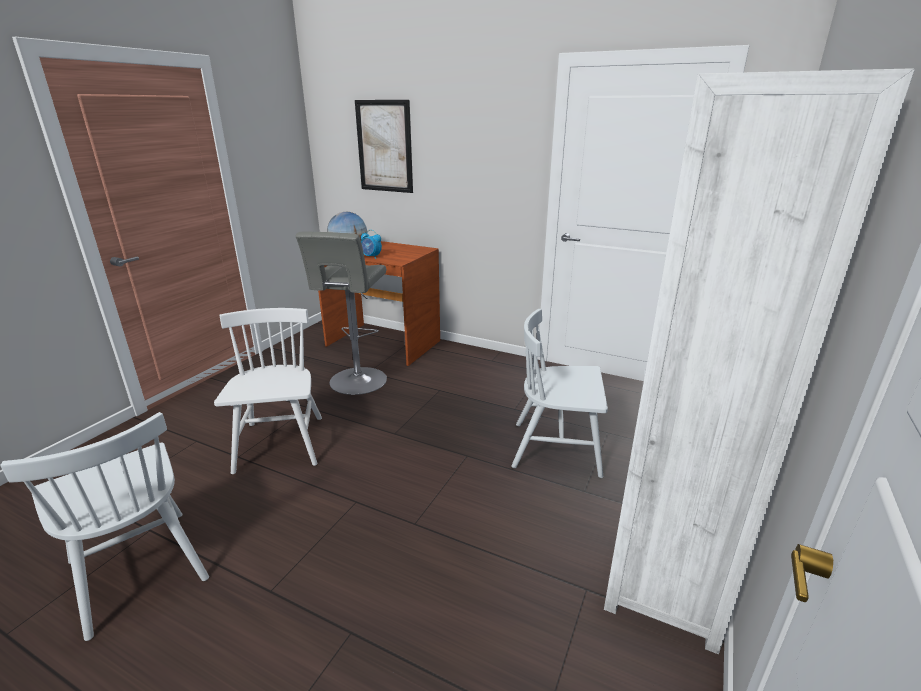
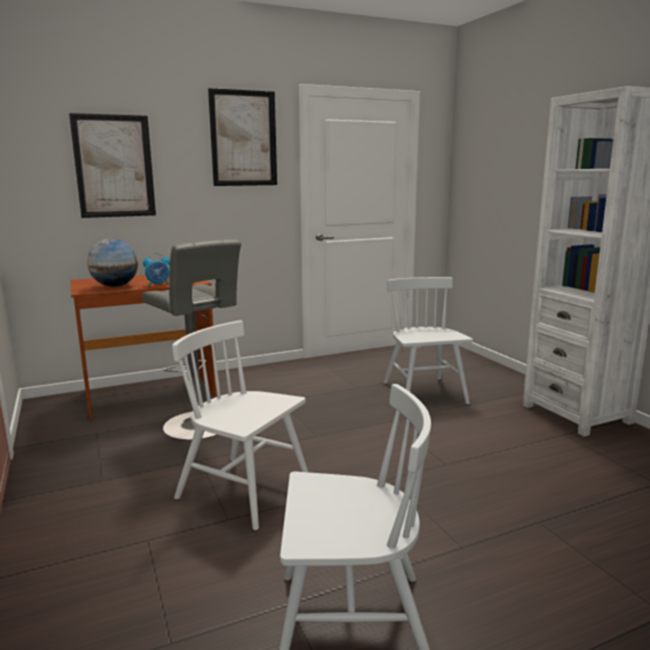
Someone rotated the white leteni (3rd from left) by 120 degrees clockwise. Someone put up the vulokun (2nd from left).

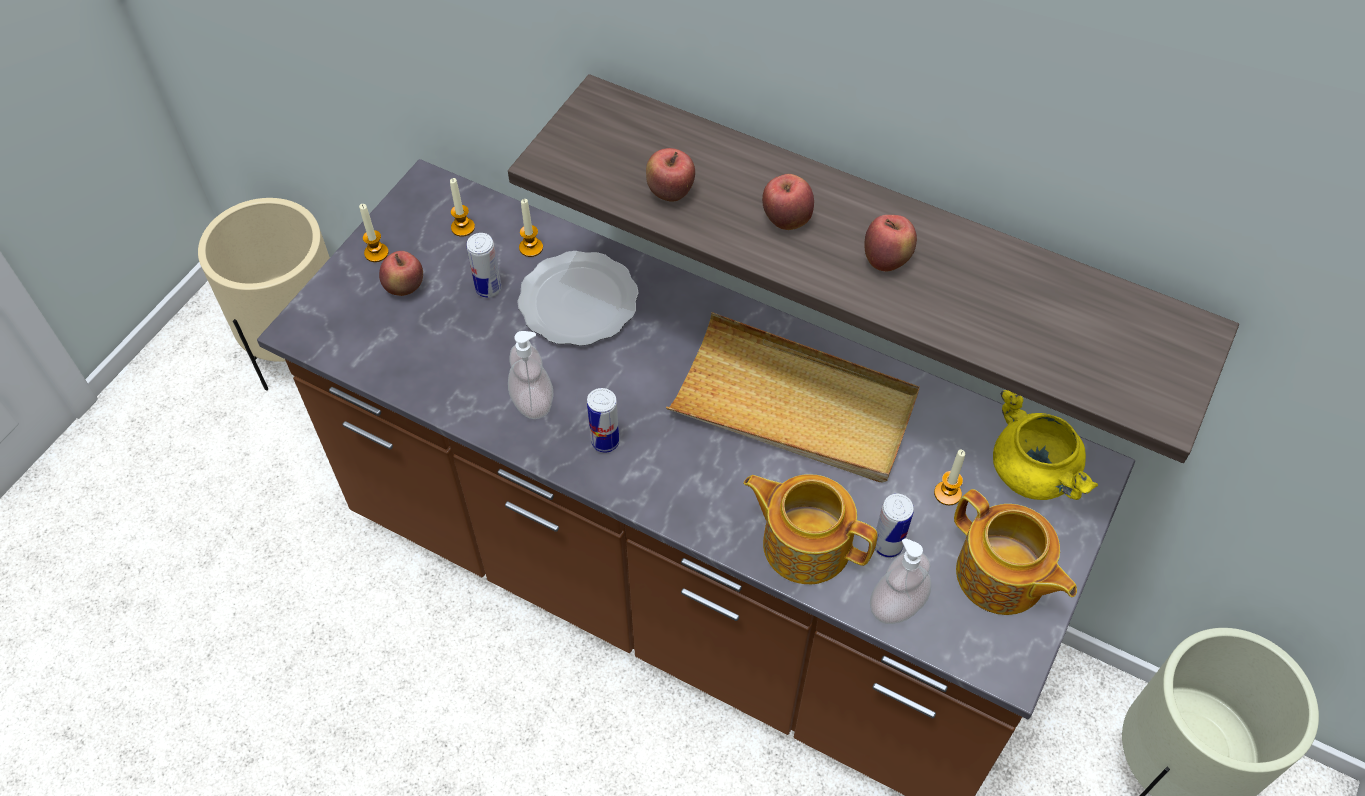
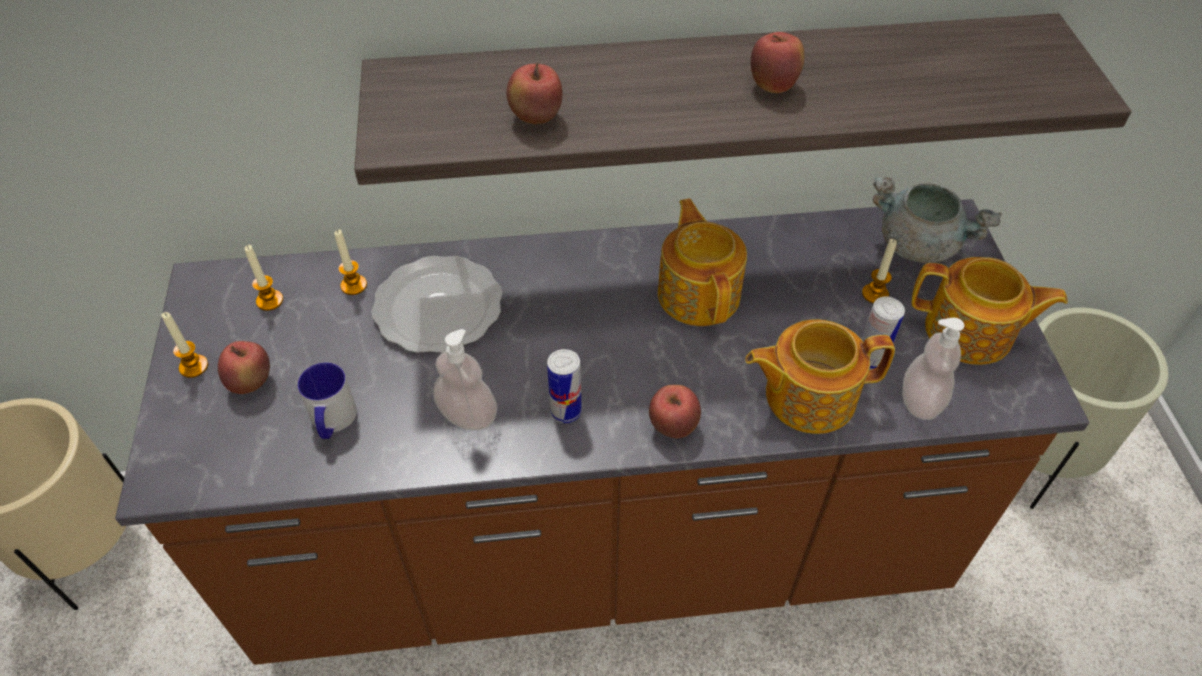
Someone carried the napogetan (3rd from left). Someone took away the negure (1st from left). Someone swapped the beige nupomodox for the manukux (1st from left). Someone repainted the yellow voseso, which became the grey voseso. Someone put down the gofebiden.

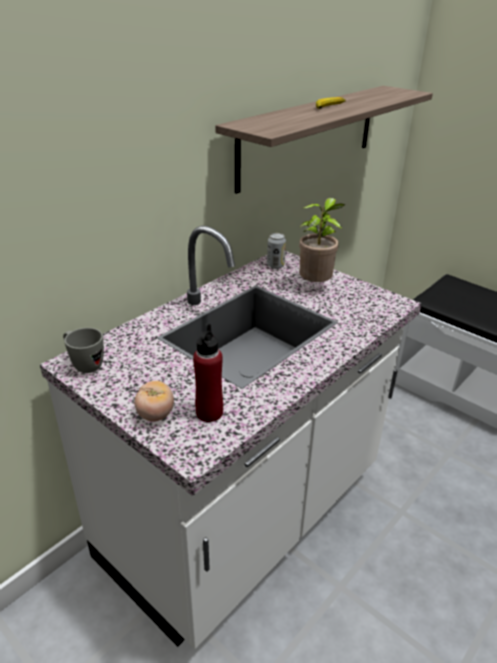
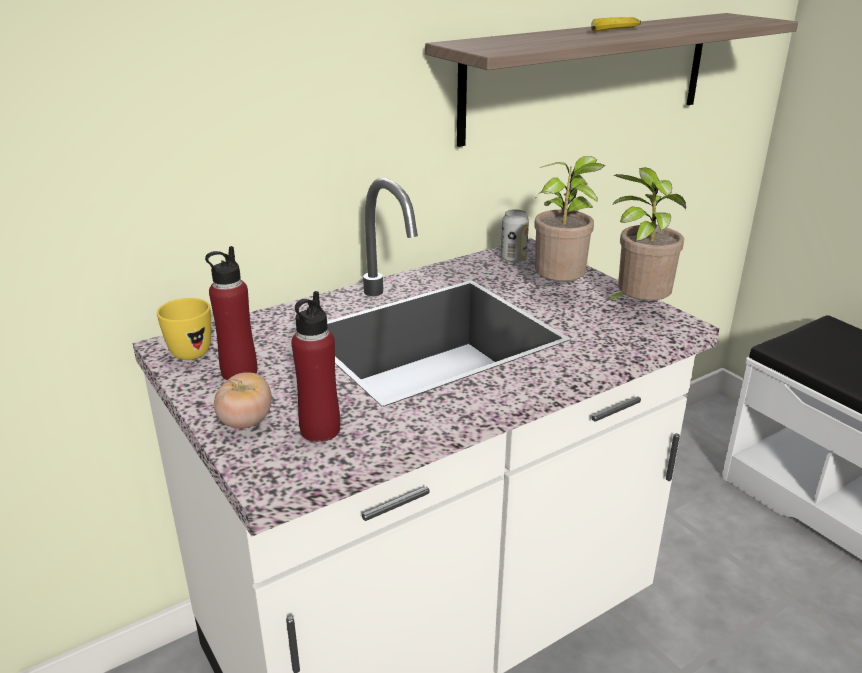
Someone repainted the grey gofebiden, which became the yellow gofebiden. Someone put down the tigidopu (2nd from left). Someone put down the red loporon (1st from left).

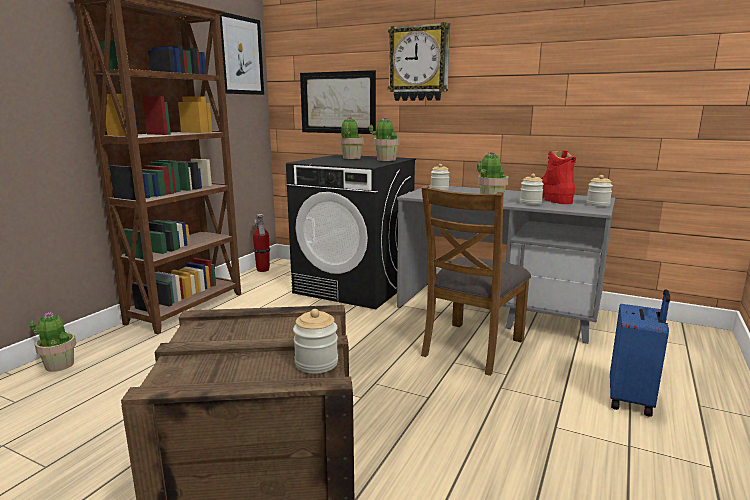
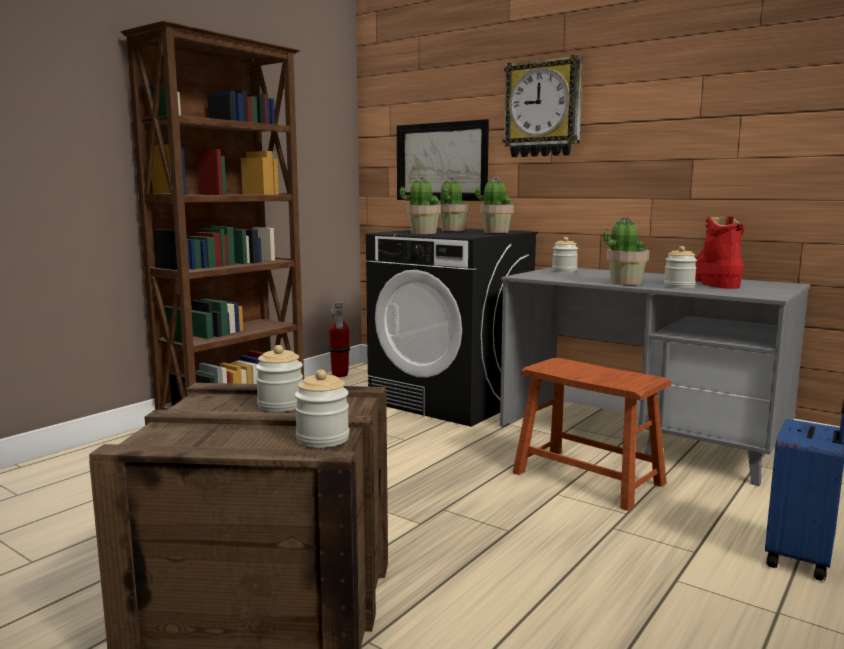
Someone took away the vulokun (1st from left). Someone carried the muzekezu (4th from left in the first image). Someone swapped the brown leteni for the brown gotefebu. Someone carried the tigidopu (1st from left).

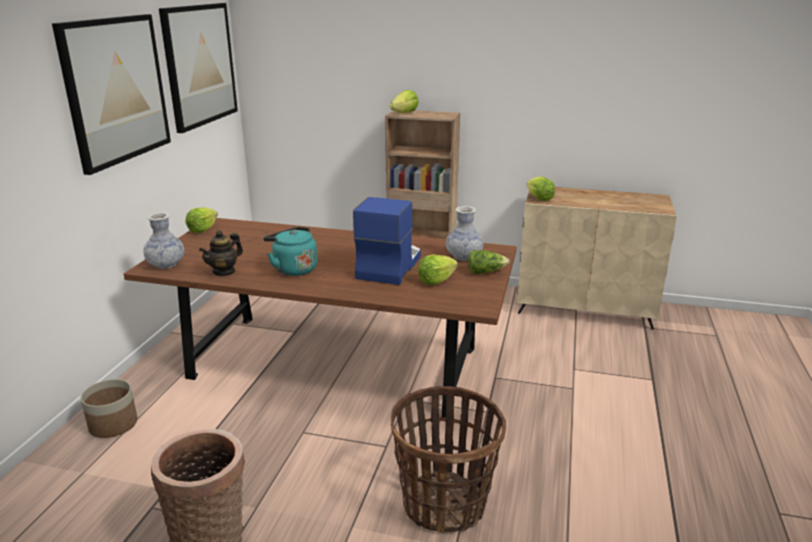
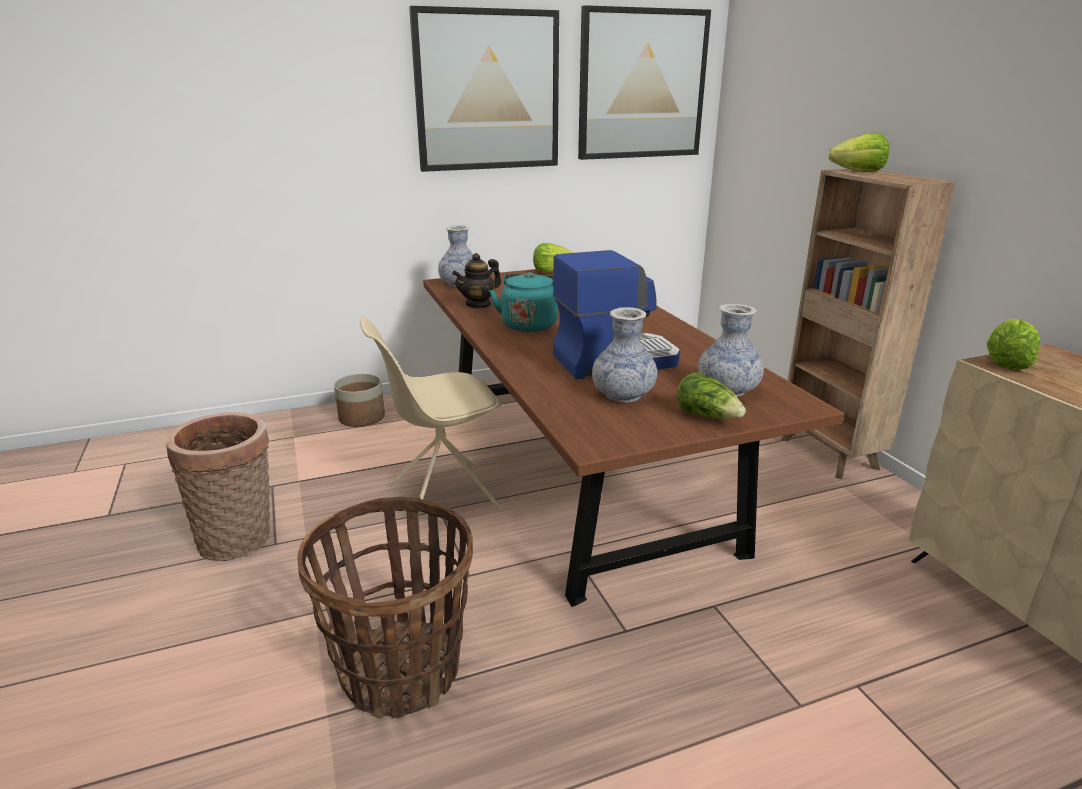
Someone rotated the manukux by 45 degrees counterclockwise. Someone swapped the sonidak (3rd from left) for the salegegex (2nd from left). Someone put down the beige leteni.

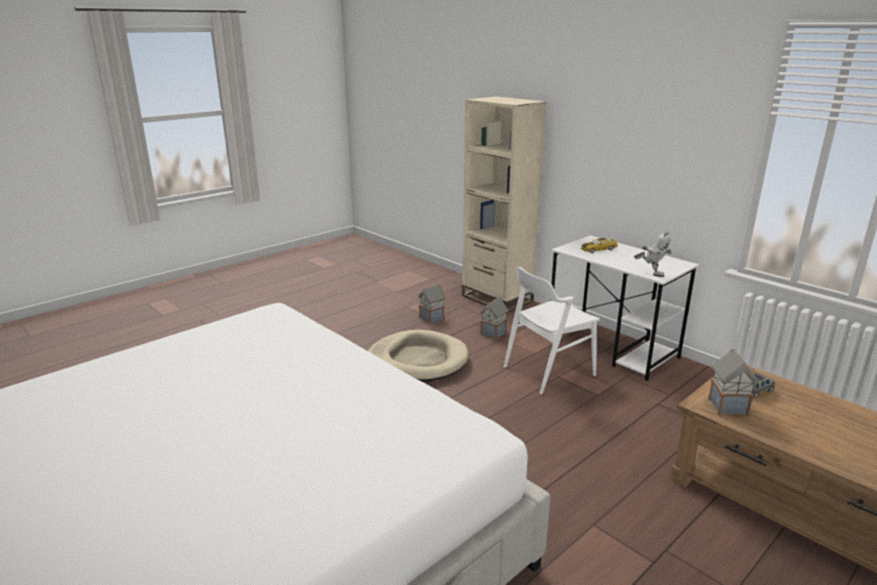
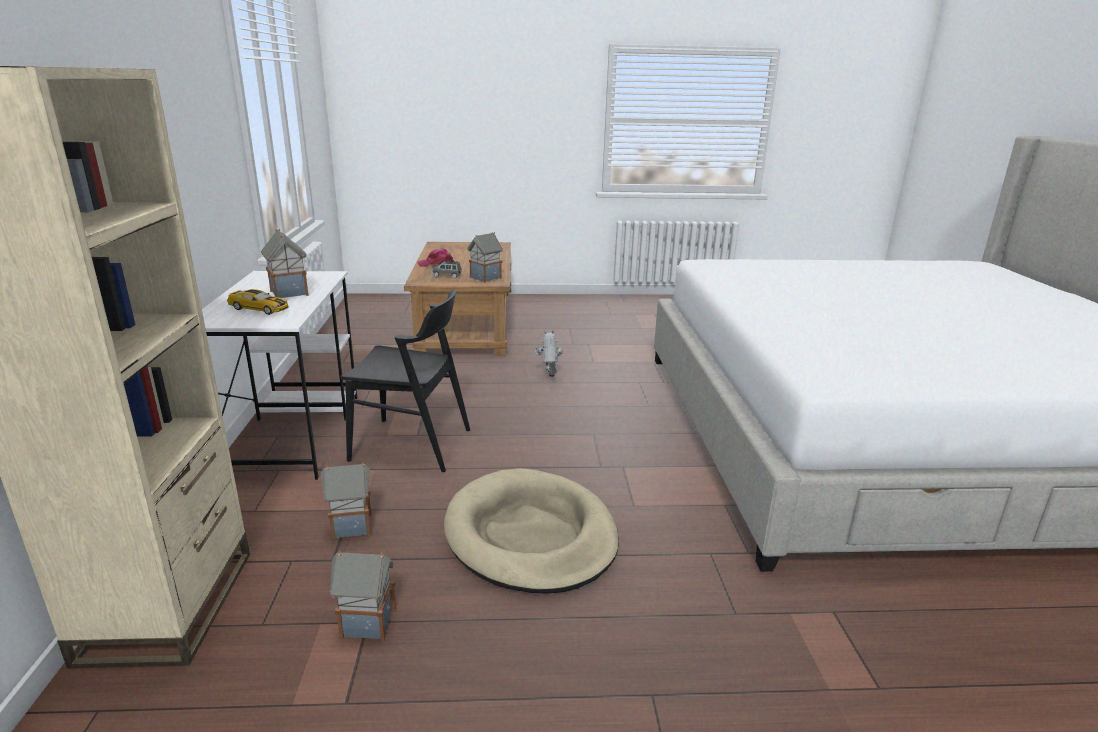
Someone carried the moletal. Someone repainted the white leteni, which became the black leteni. Someone put down the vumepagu (1st from left). Someone put down the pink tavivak.

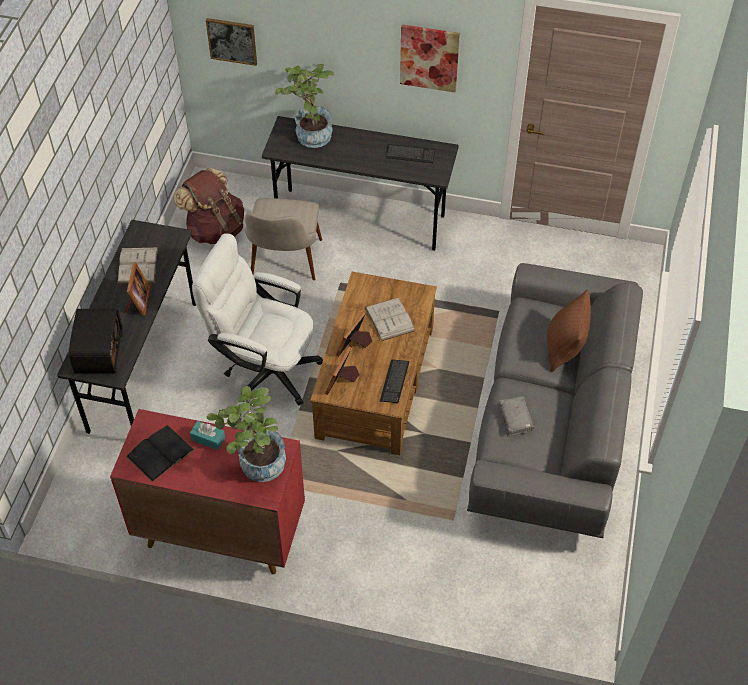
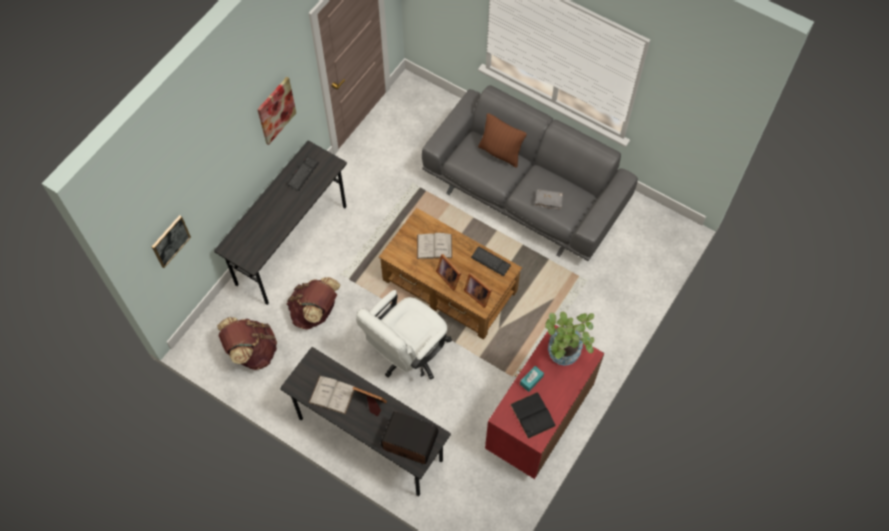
Someone took away the tigidopu (2nd from left). Someone swapped the beige leteni for the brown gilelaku (2nd from left).

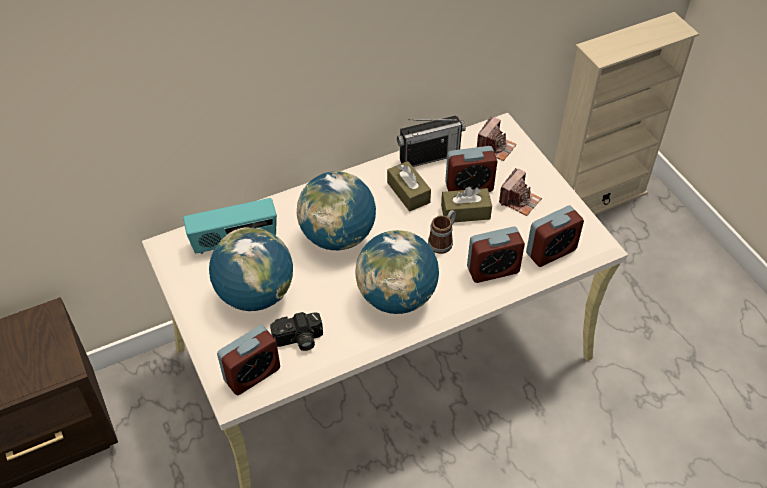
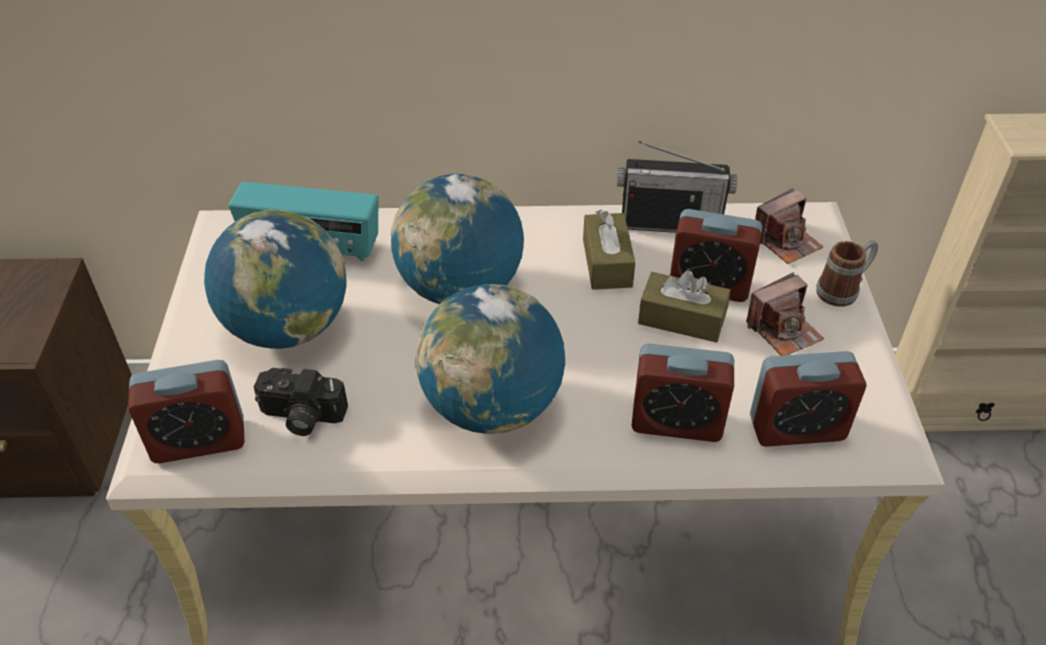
Someone carried the gofebiden.

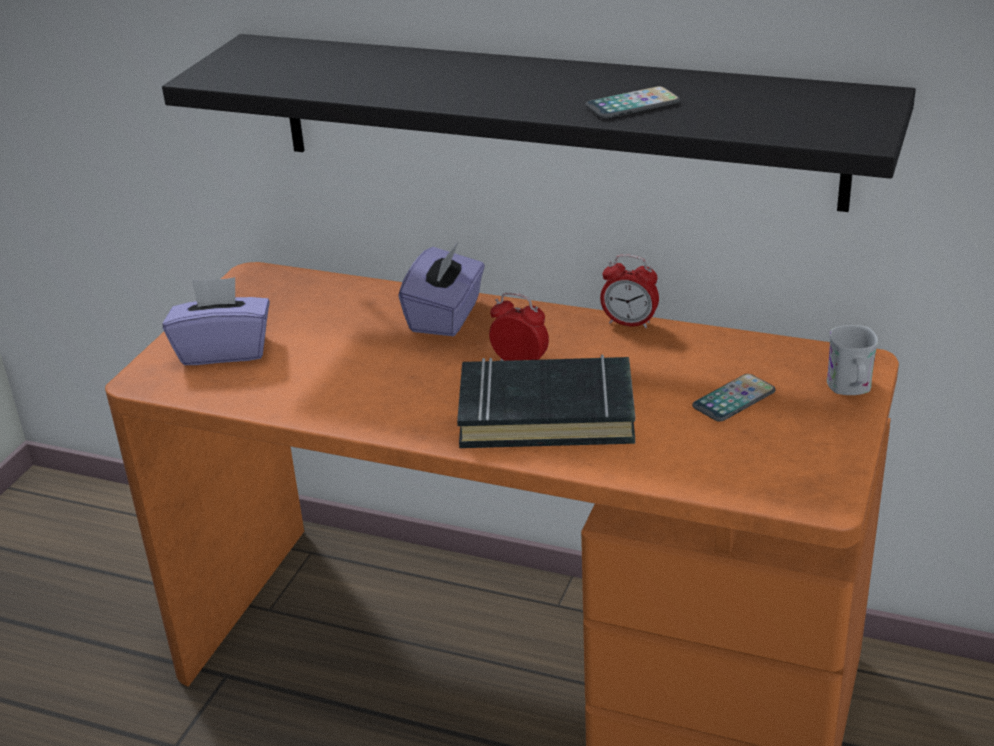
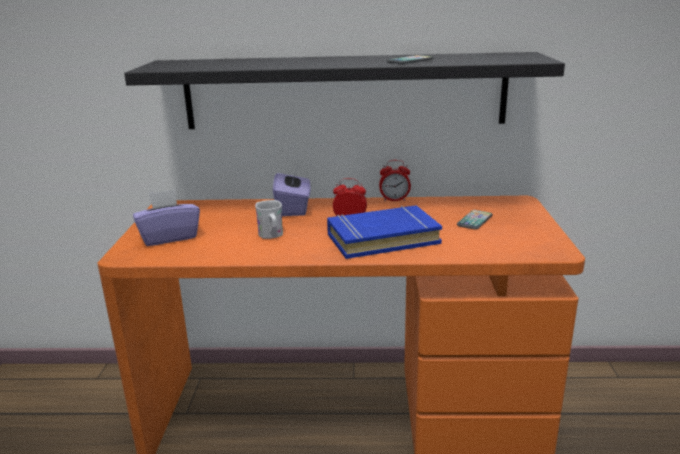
Someone carried the white gofebiden. Someone repainted the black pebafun, which became the blue pebafun.

